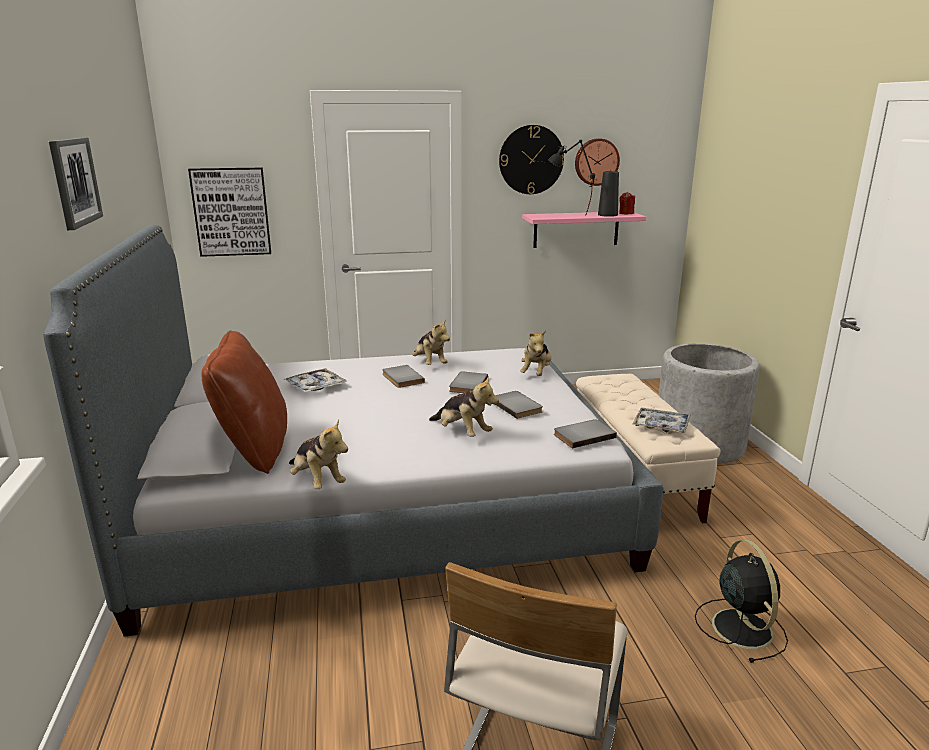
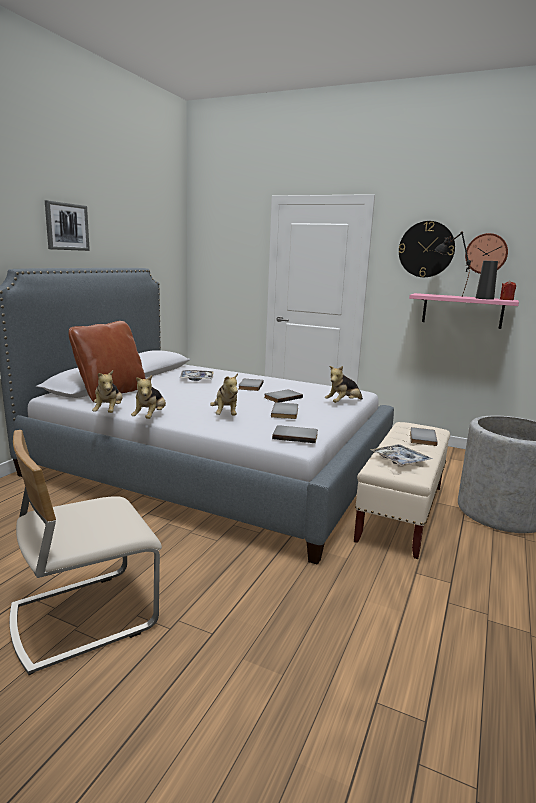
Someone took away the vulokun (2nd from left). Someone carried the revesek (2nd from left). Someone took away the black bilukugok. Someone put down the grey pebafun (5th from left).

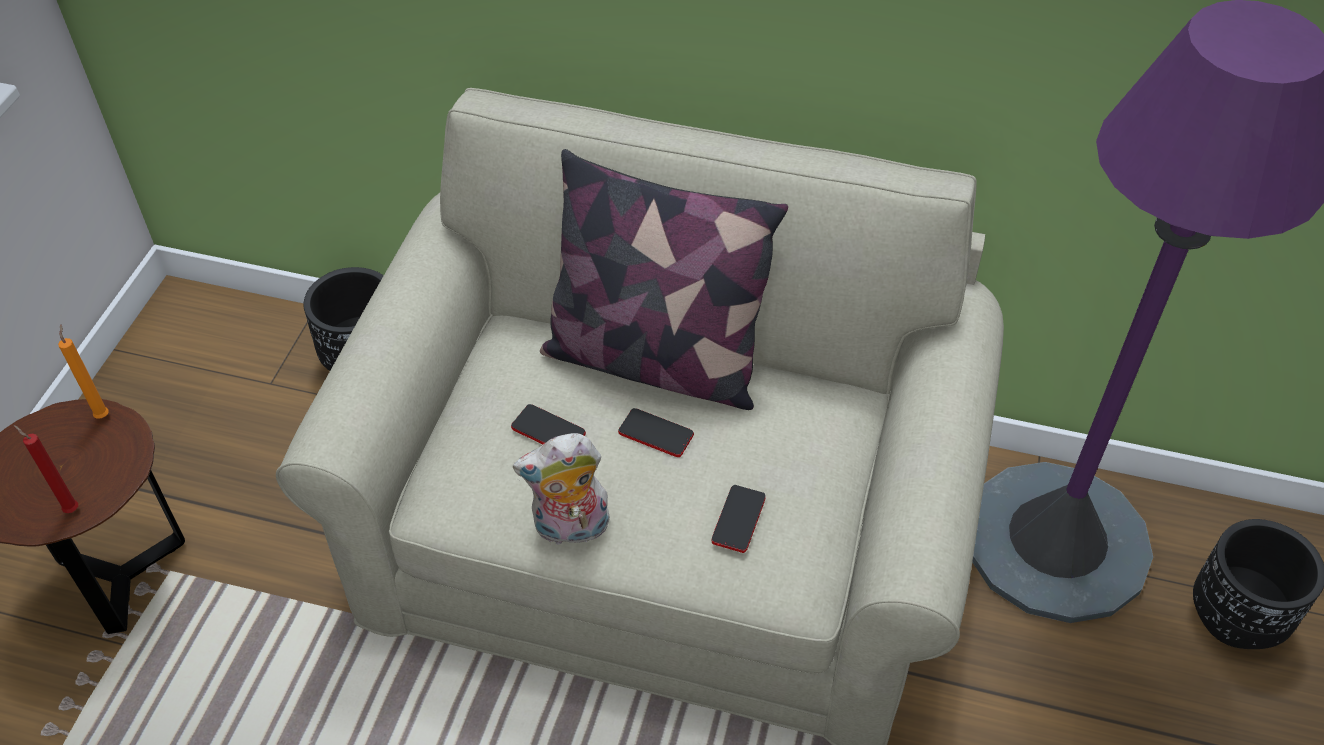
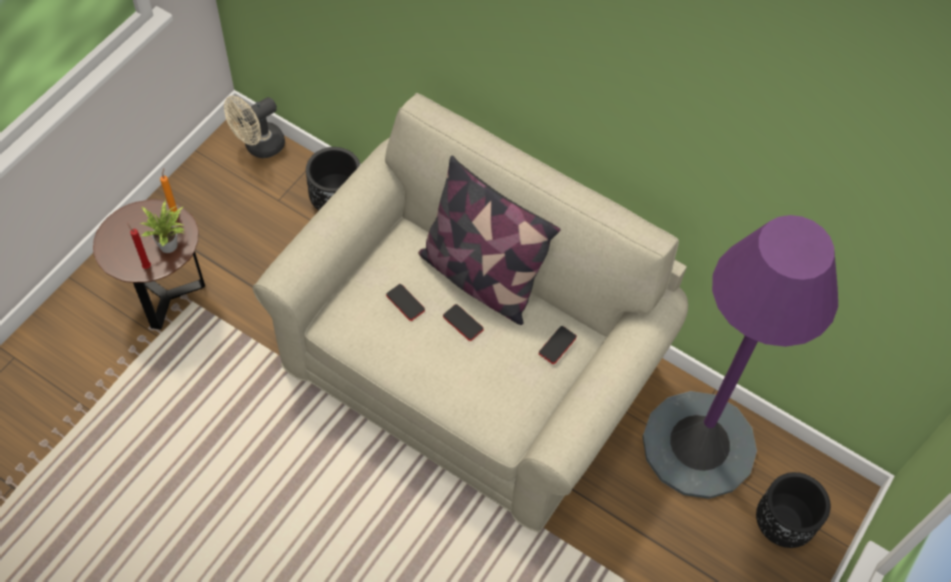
Someone took away the revesek. Someone carried the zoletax (3rd from left). Someone put down the beige bilukugok. Someone put down the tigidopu.

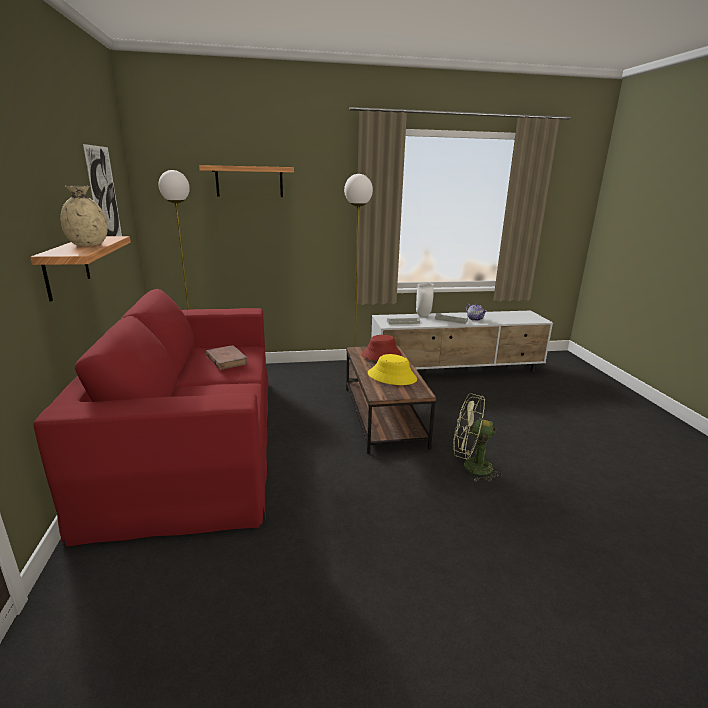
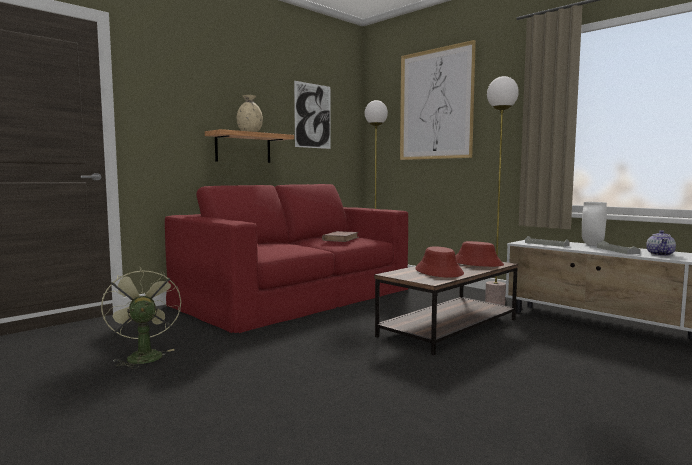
Someone swapped the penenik (2nd from left) for the vulokun (2nd from left). Someone repainted the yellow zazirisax, which became the red zazirisax (1st from left). Someone carried the green bilukugok.

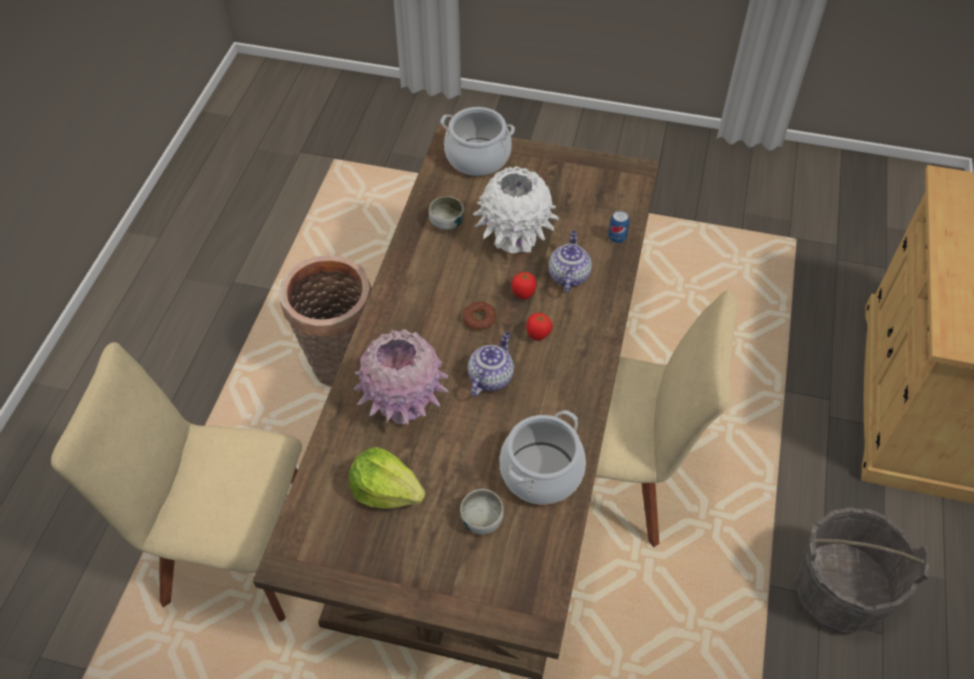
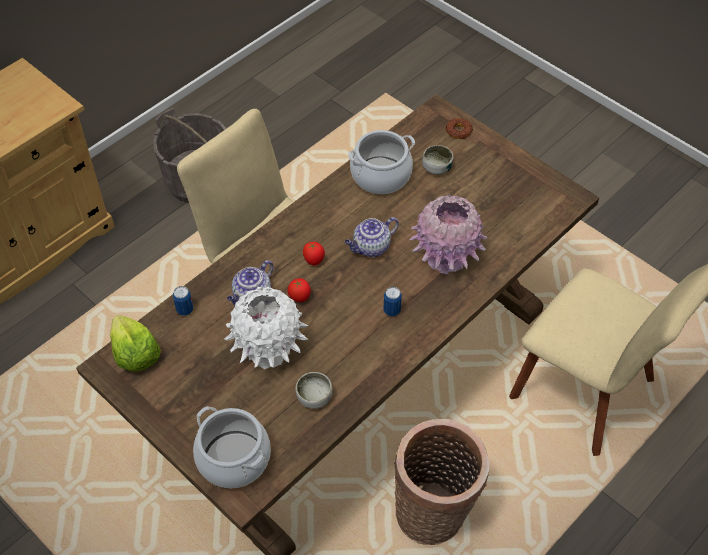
Someone carried the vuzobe. Someone carried the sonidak. Someone put down the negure (2nd from left).

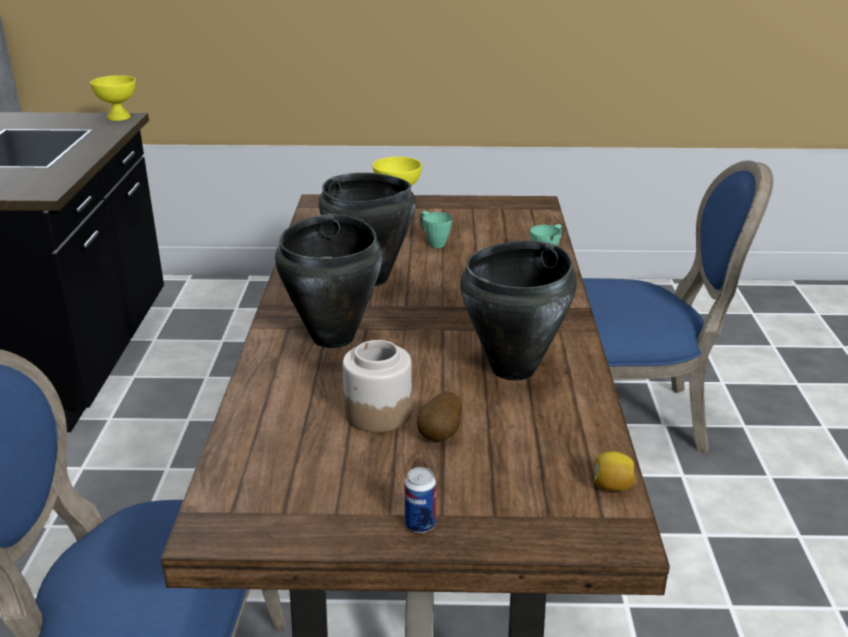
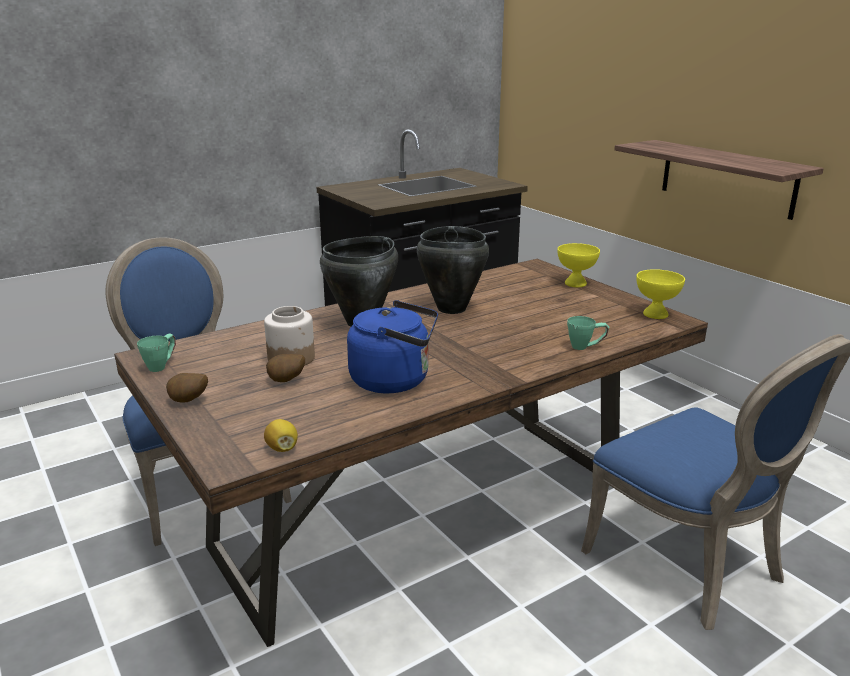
Someone carried the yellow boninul (1st from left in the first image). Someone carried the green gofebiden (1st from left). Someone swapped the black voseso (3rd from left) for the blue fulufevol. Someone swapped the negure for the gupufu (1st from left). Someone put up the penenik.

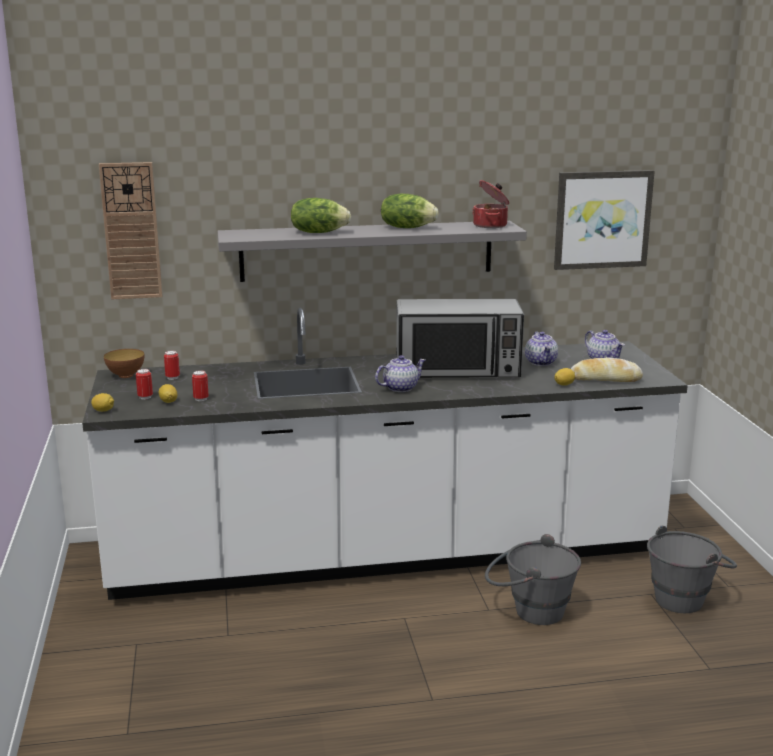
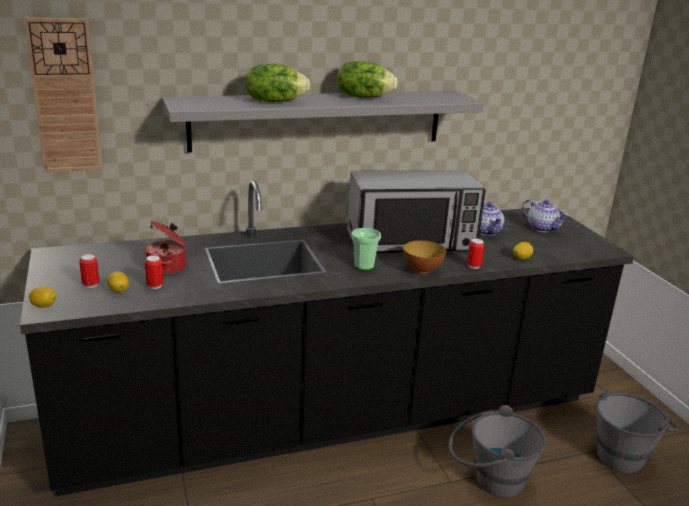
Someone took away the vulokun. Someone carried the voseso. Someone repainted the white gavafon, which became the black gavafon. Someone carried the boninul. Someone carried the negure (2nd from left in the first image). Someone swapped the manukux (1st from left) for the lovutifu. Someone took away the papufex.

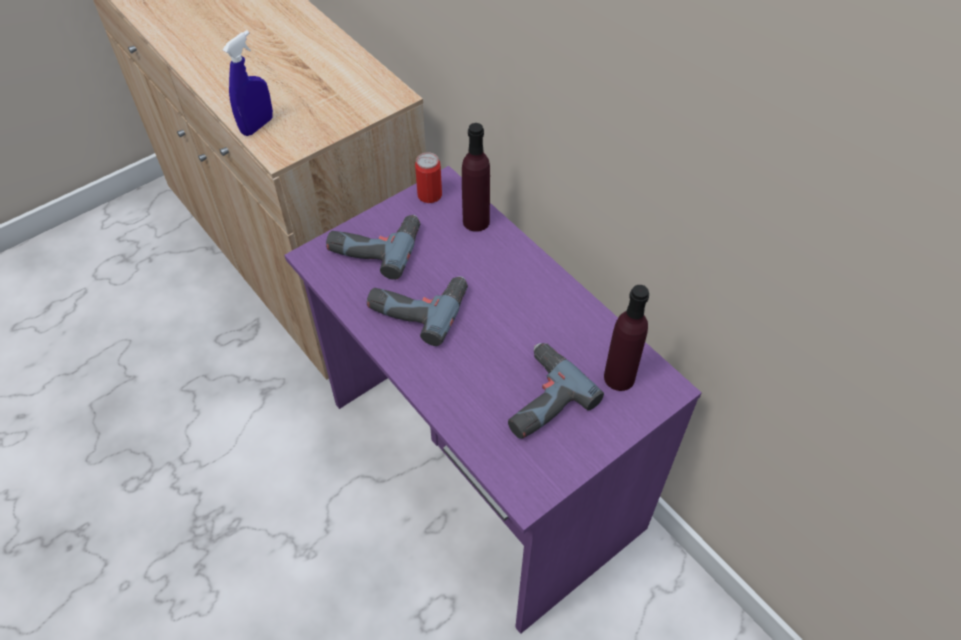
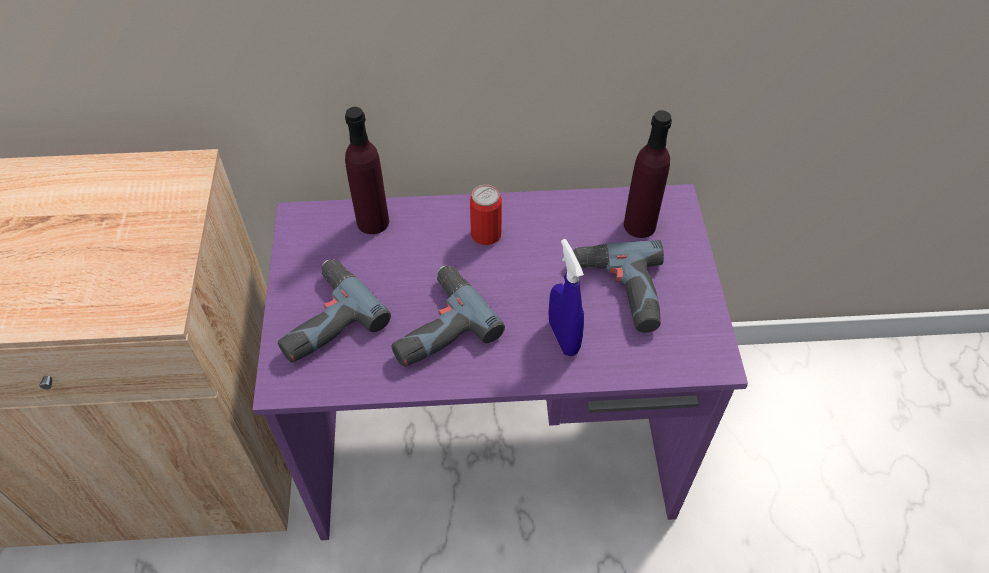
Someone carried the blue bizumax. Someone carried the negure.

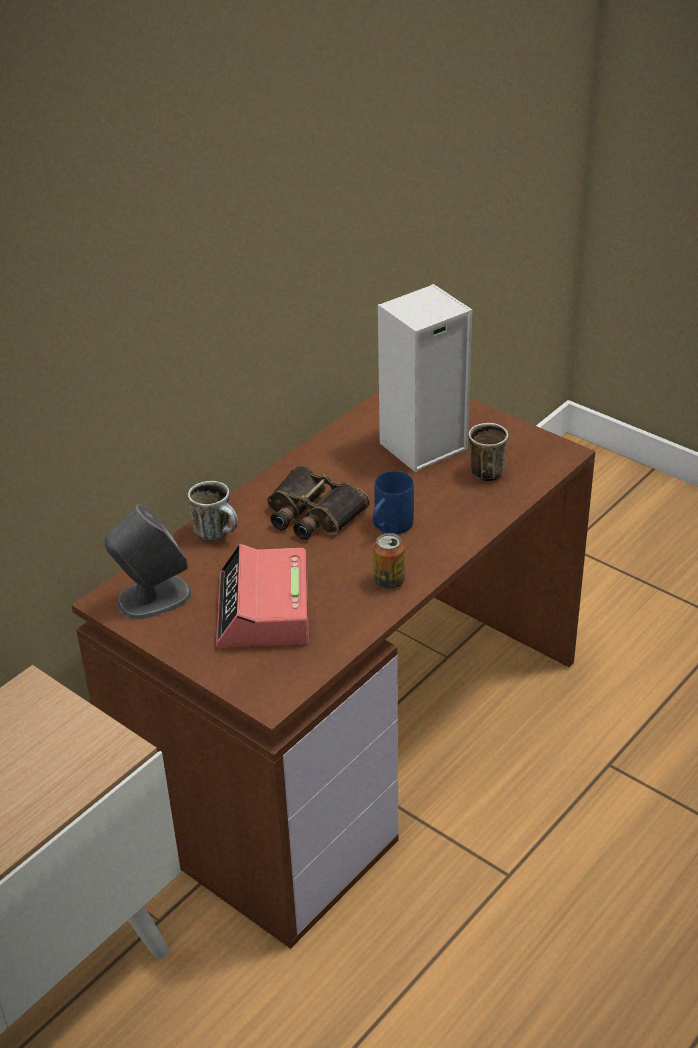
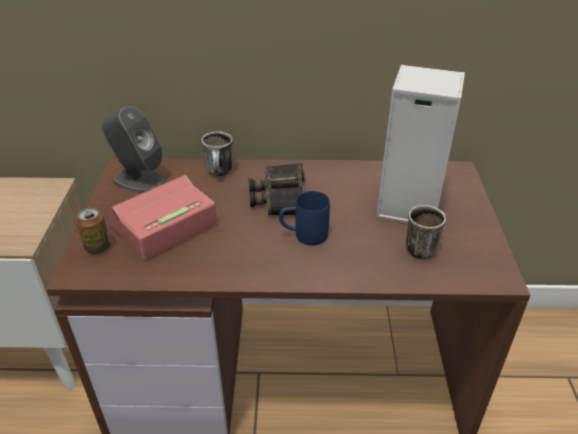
Someone carried the negure.

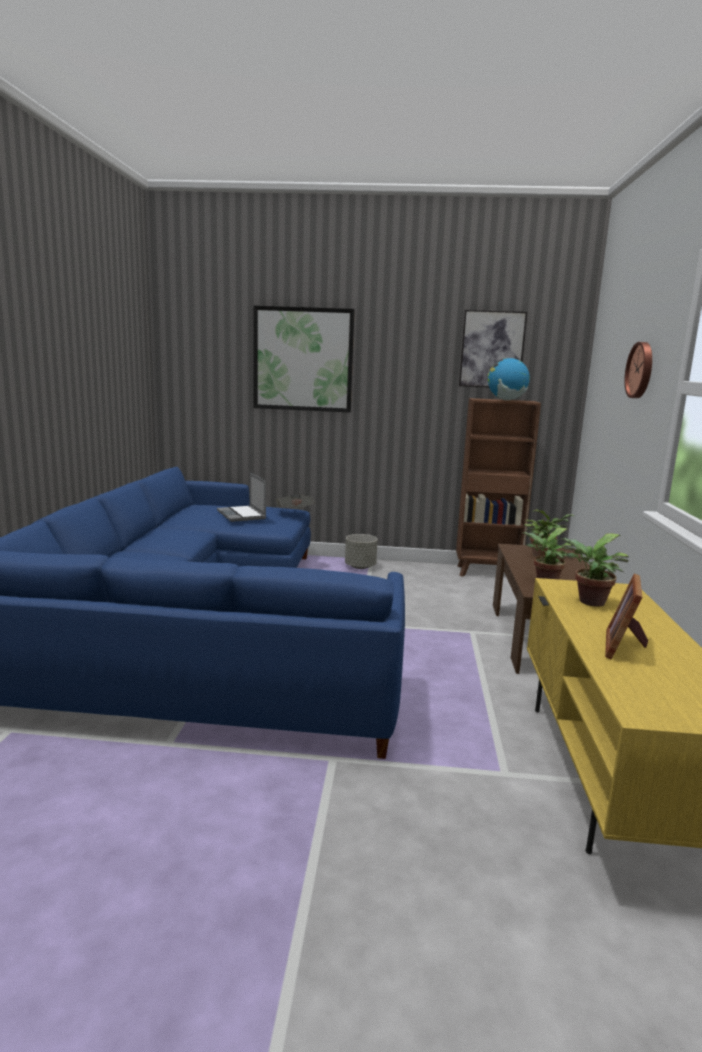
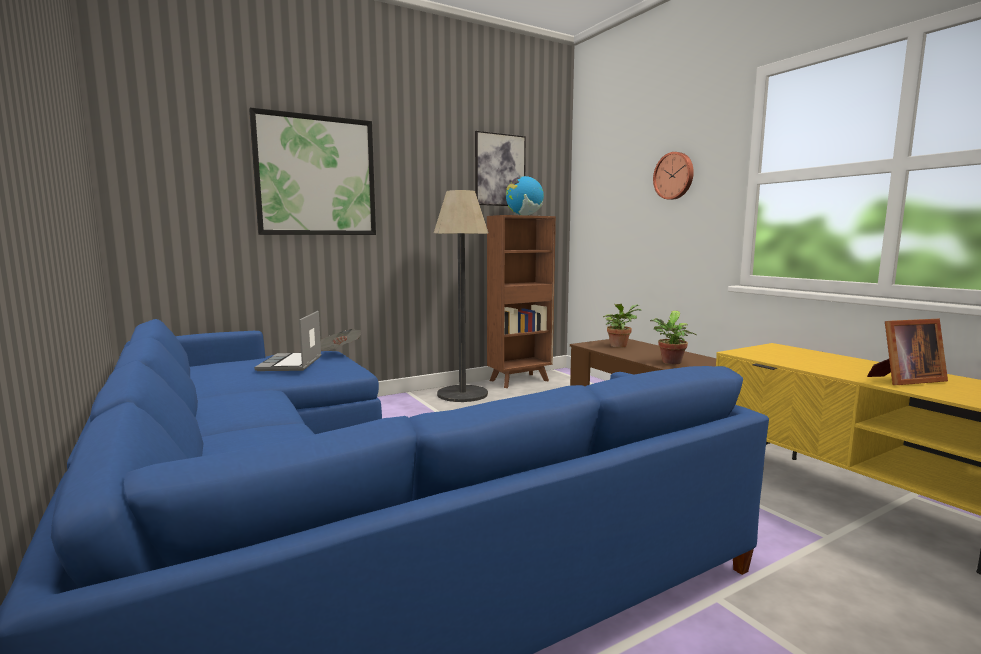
Someone rotated the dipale by 60 degrees clockwise. Someone took away the tigidopu (3rd from left). Someone took away the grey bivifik. Someone rotated the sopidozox by 90 degrees counterclockwise. Someone put down the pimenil.

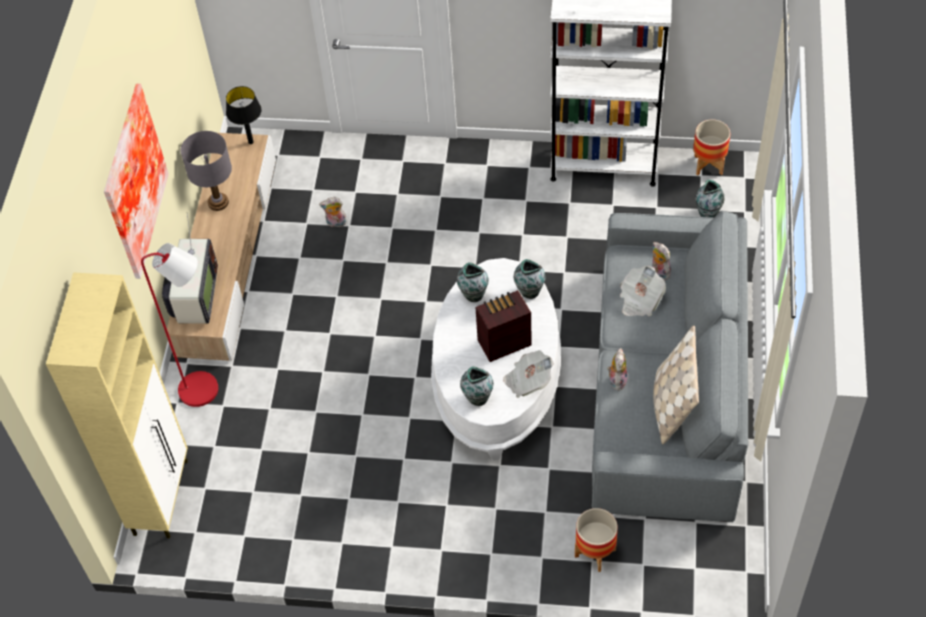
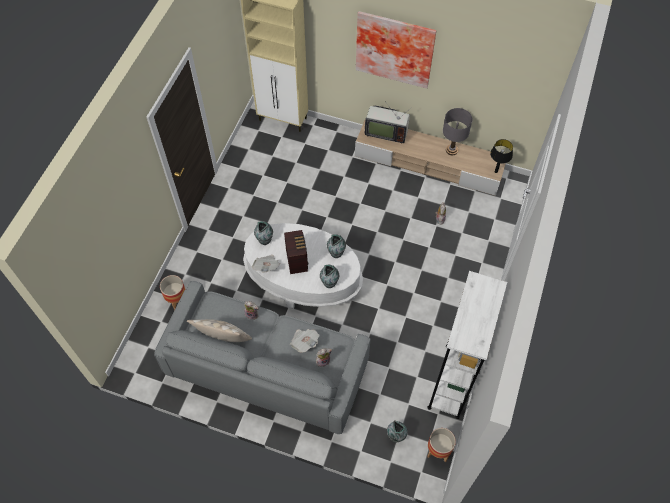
Someone took away the red pimenil.

